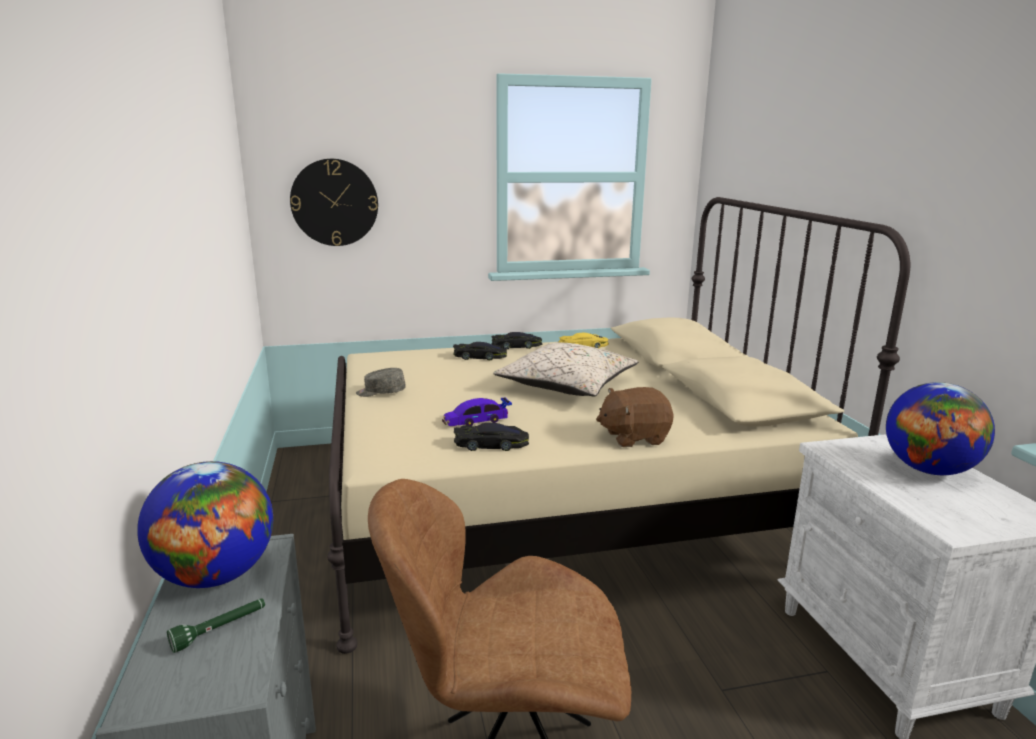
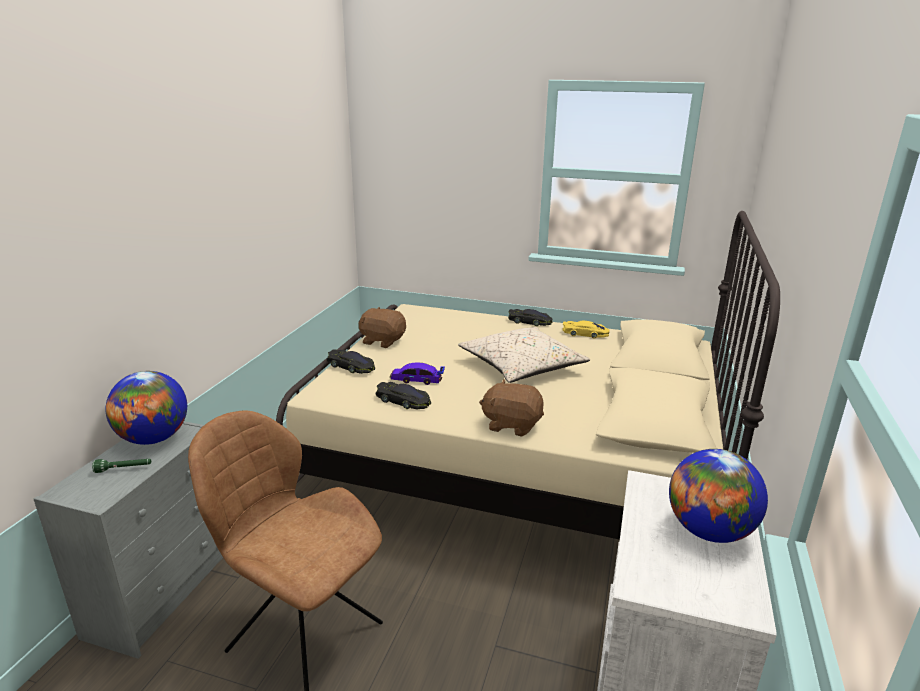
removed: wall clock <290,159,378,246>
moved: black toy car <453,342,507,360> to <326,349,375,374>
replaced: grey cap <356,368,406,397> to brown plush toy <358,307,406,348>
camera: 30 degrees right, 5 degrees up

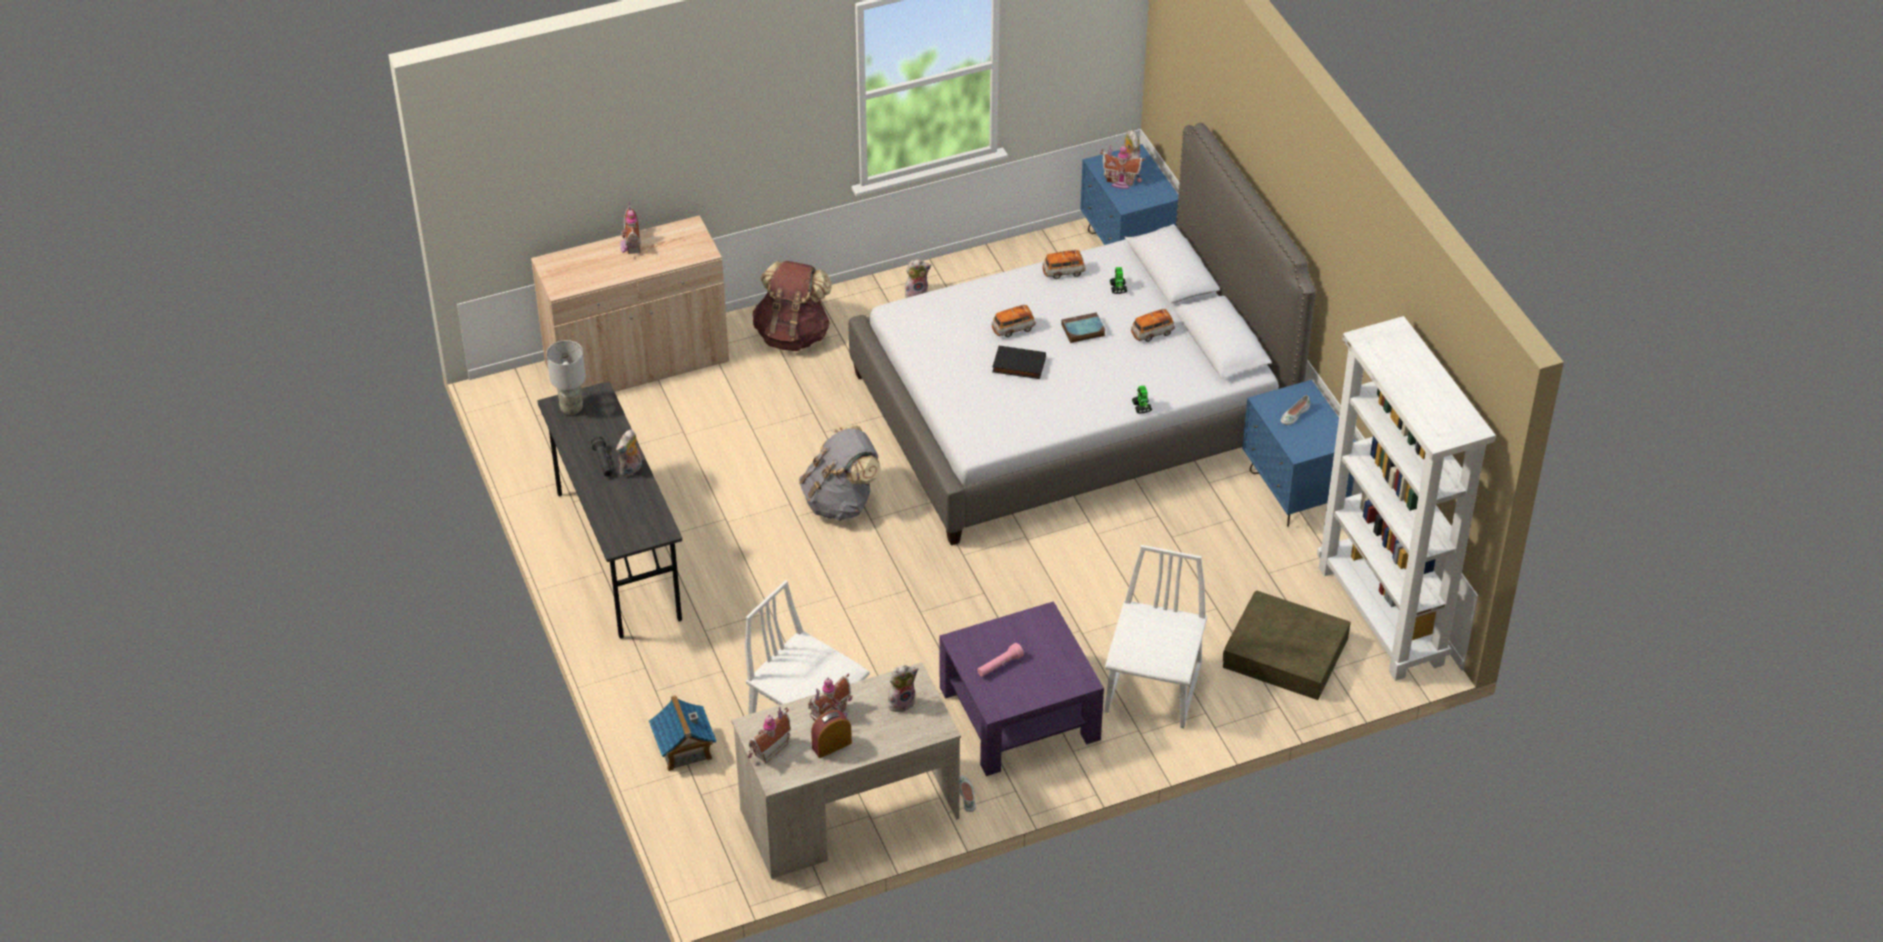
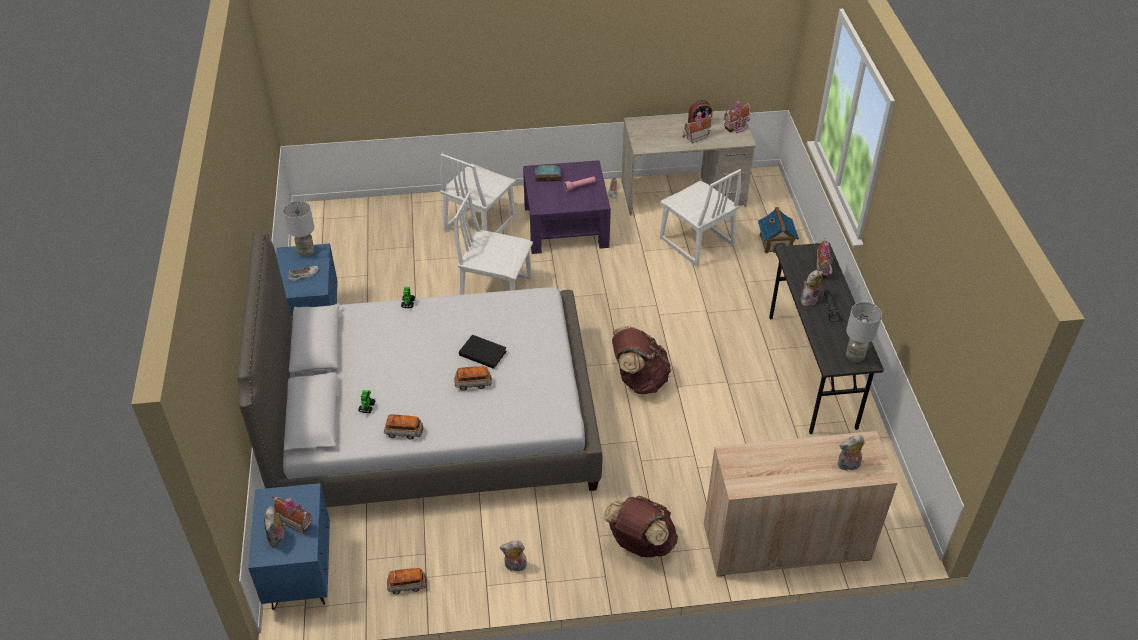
removed: brown storage box <1223,591,1351,700>; white bookcase <1317,316,1496,681>
added: grey table lamp <283,201,314,257>; white chair <454,192,533,295>
moved: toy house <620,201,641,254> to <817,238,833,278>; plush toy <888,665,918,714> to <838,435,865,471>; book <1061,312,1105,343> to <535,165,561,181>; toy car <1131,309,1175,342> to <387,568,427,594>
recoloured: grey backpack <799,425,881,521> to brown backpack <612,325,671,394>
camera: 165 degrees left, 0 degrees up

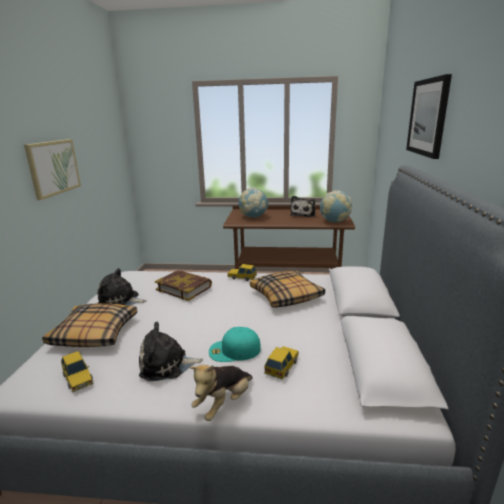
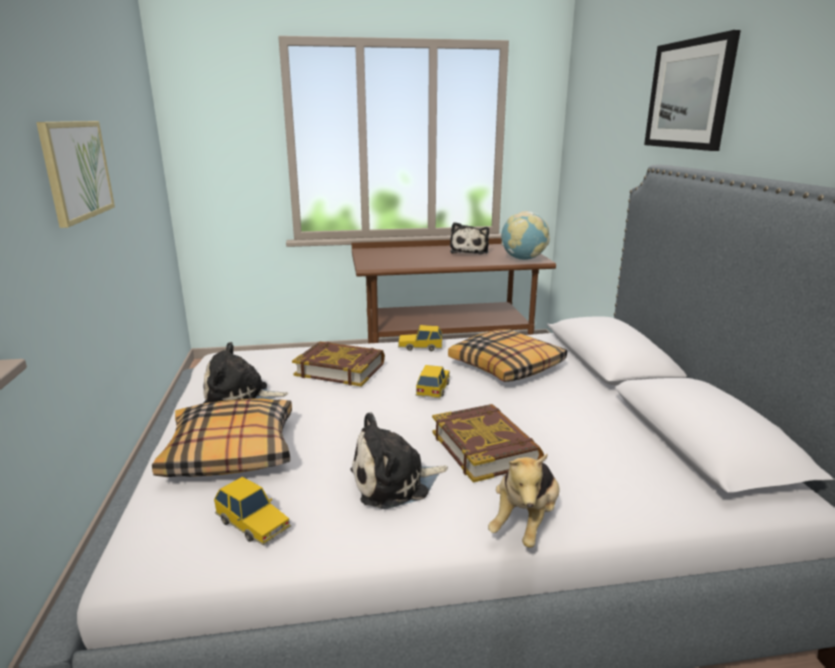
removed: globe <239,188,268,218>
moved: toy car <264,346,299,380> to <416,365,450,398>
replaced: turquoise cap <209,327,261,362> to book <432,404,544,483>
camera: 15 degrees left, 0 degrees up

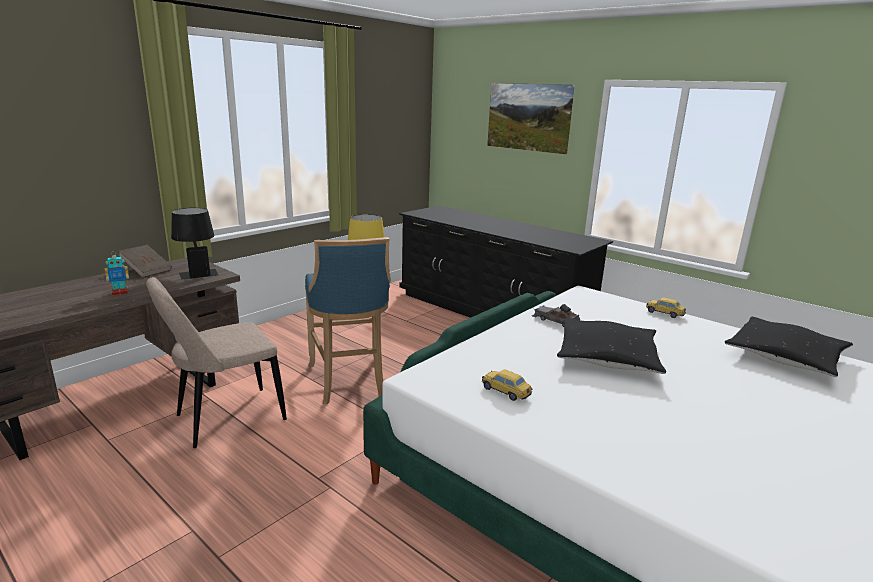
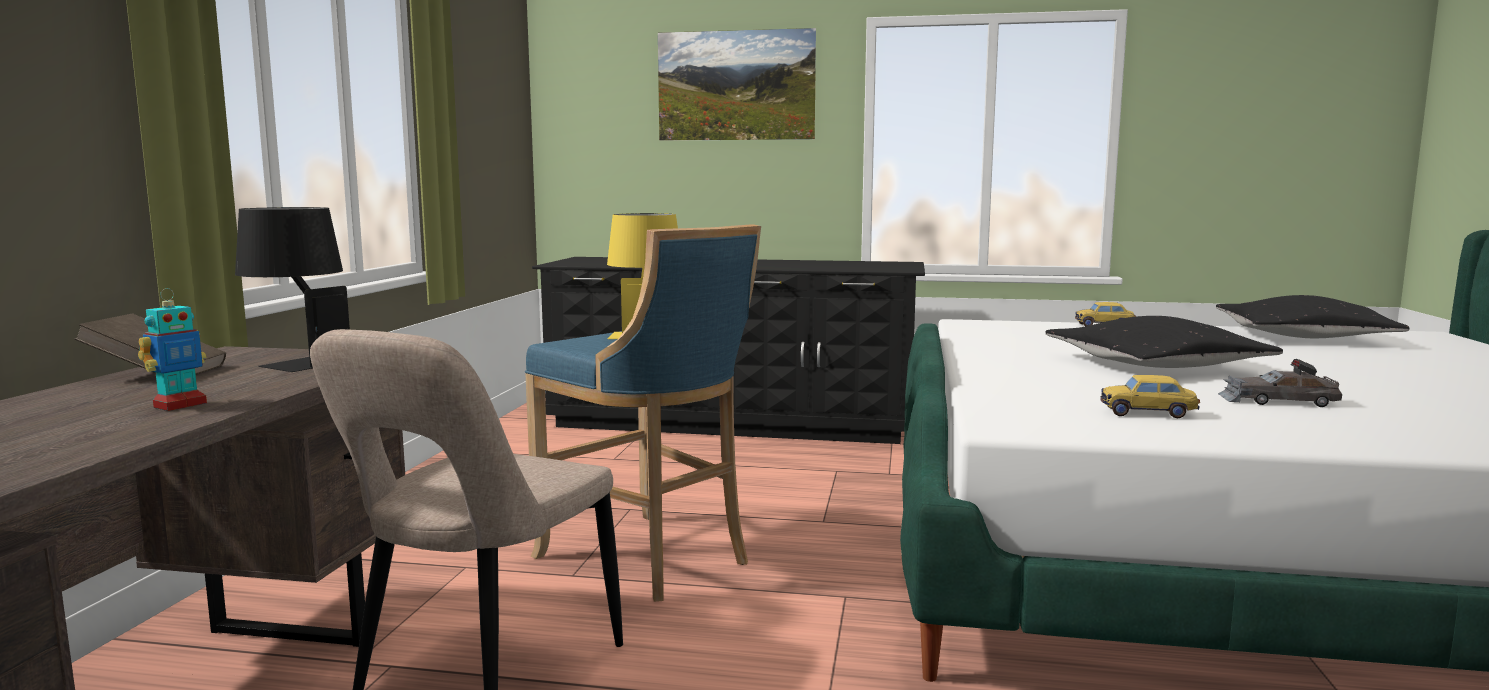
moved: grey toy car <532,304,580,327> to <1218,359,1342,407>
camera: 30 degrees left, 10 degrees down

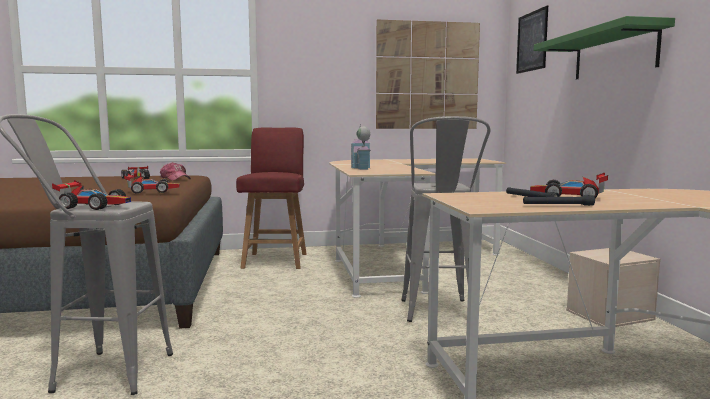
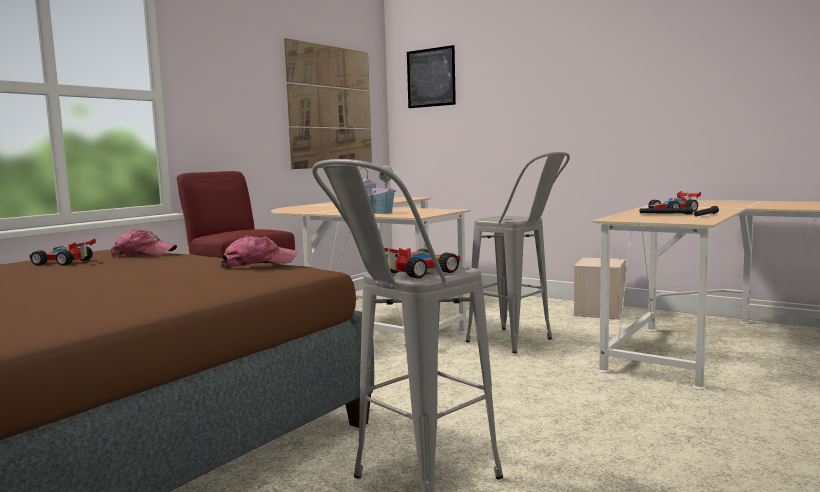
removed: green shelf <533,16,675,80>
replaced: toy car <124,174,180,194> to cap <220,236,297,268>
camera: 45 degrees left, 0 degrees up

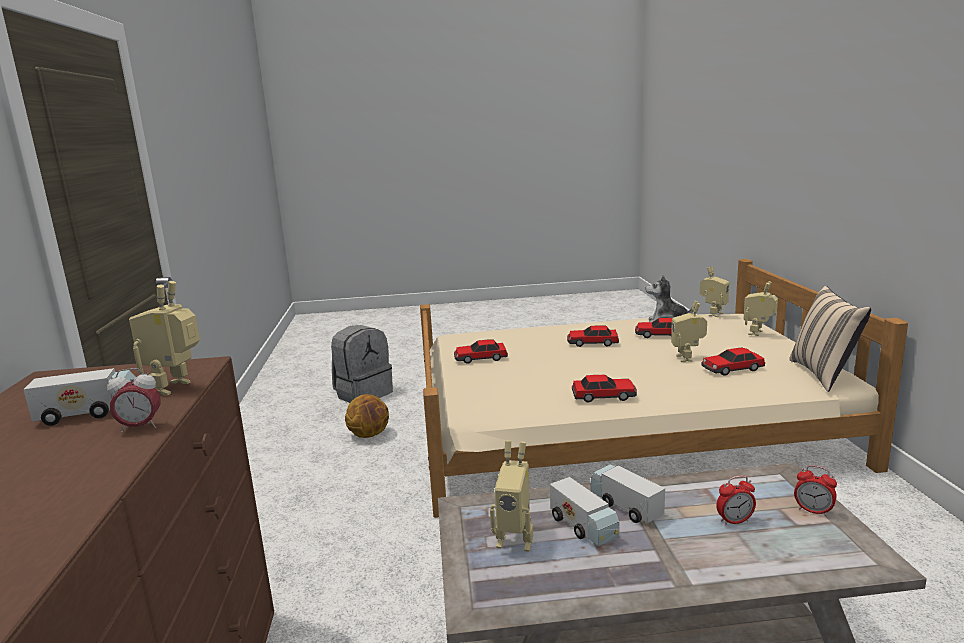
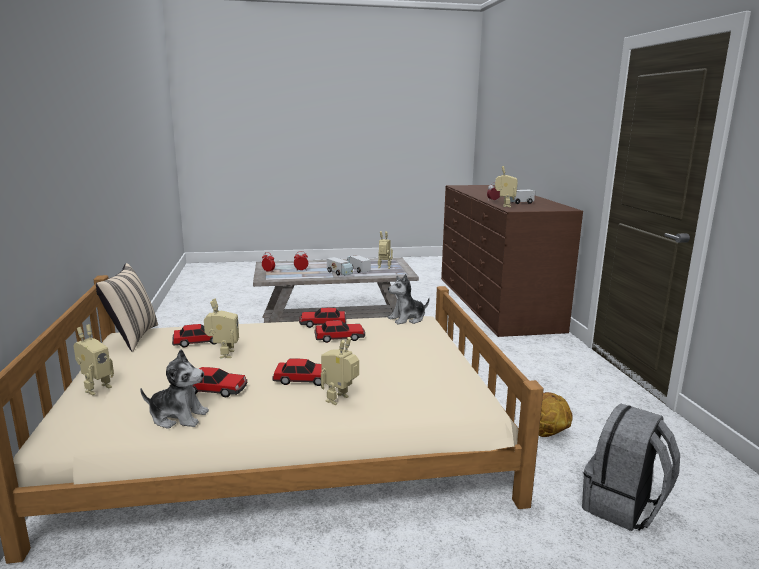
added: plush toy <388,274,430,324>
moved: toy car <454,339,508,364> to <314,320,365,343>; toy robot <700,266,730,317> to <321,337,359,405>
camera: 175 degrees right, 0 degrees up

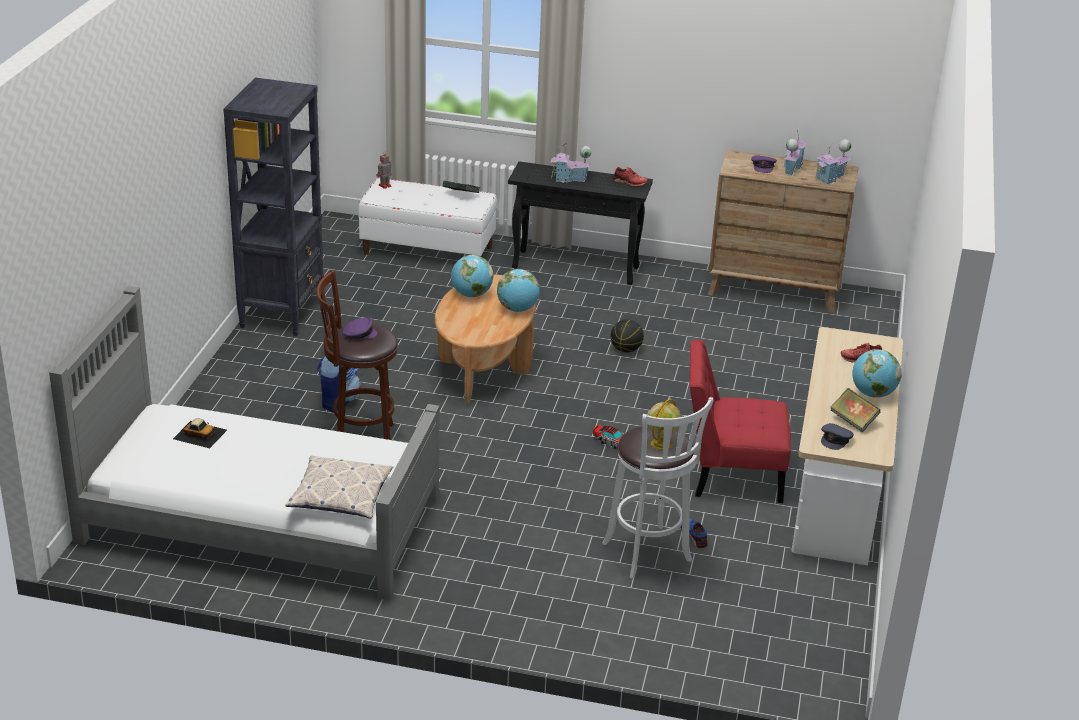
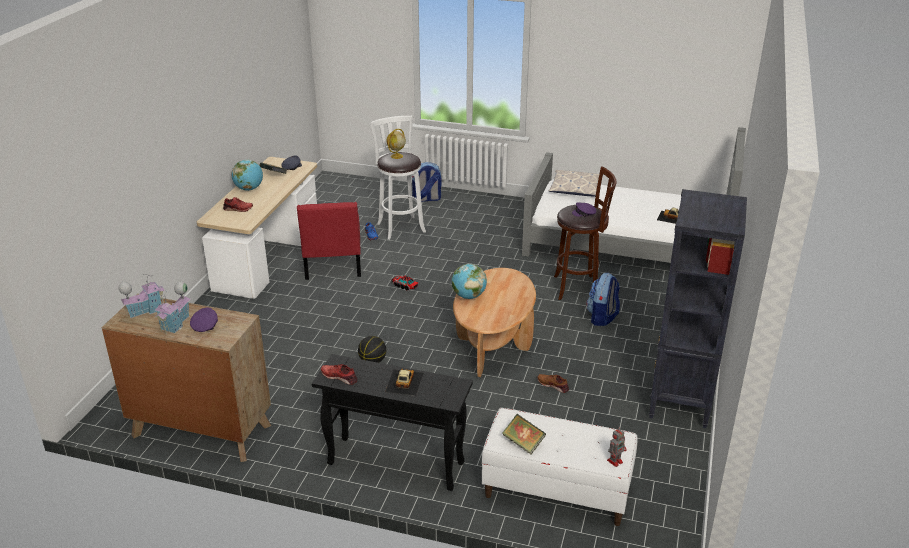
removed: globe <451,255,493,297>
added: backpack <412,162,442,202>; brown shoe <538,374,569,393>
replaced: toy house <550,143,591,183> to toy car <385,368,424,396>
turned: red chair <690,340,791,503> = <297,202,361,280> 75 degrees clockwise
camera: 175 degrees left, 0 degrees up

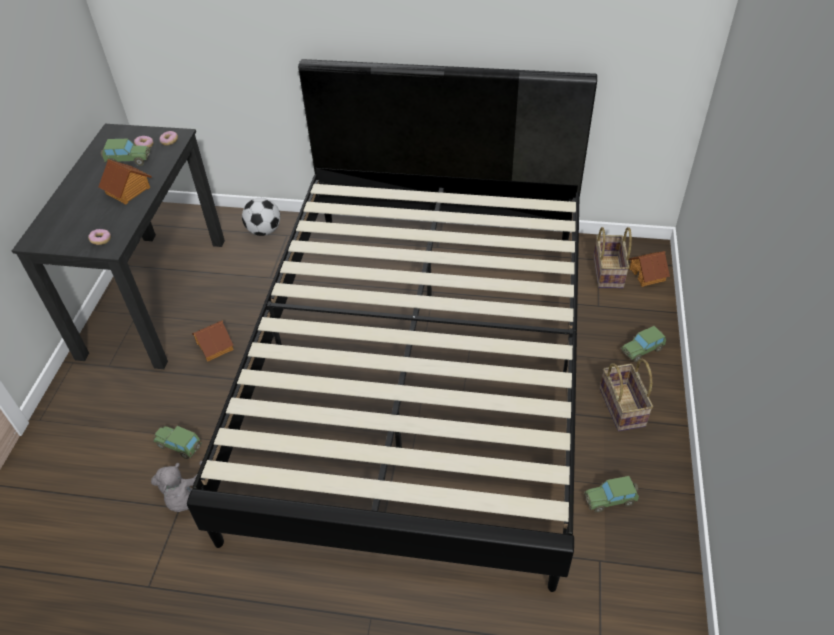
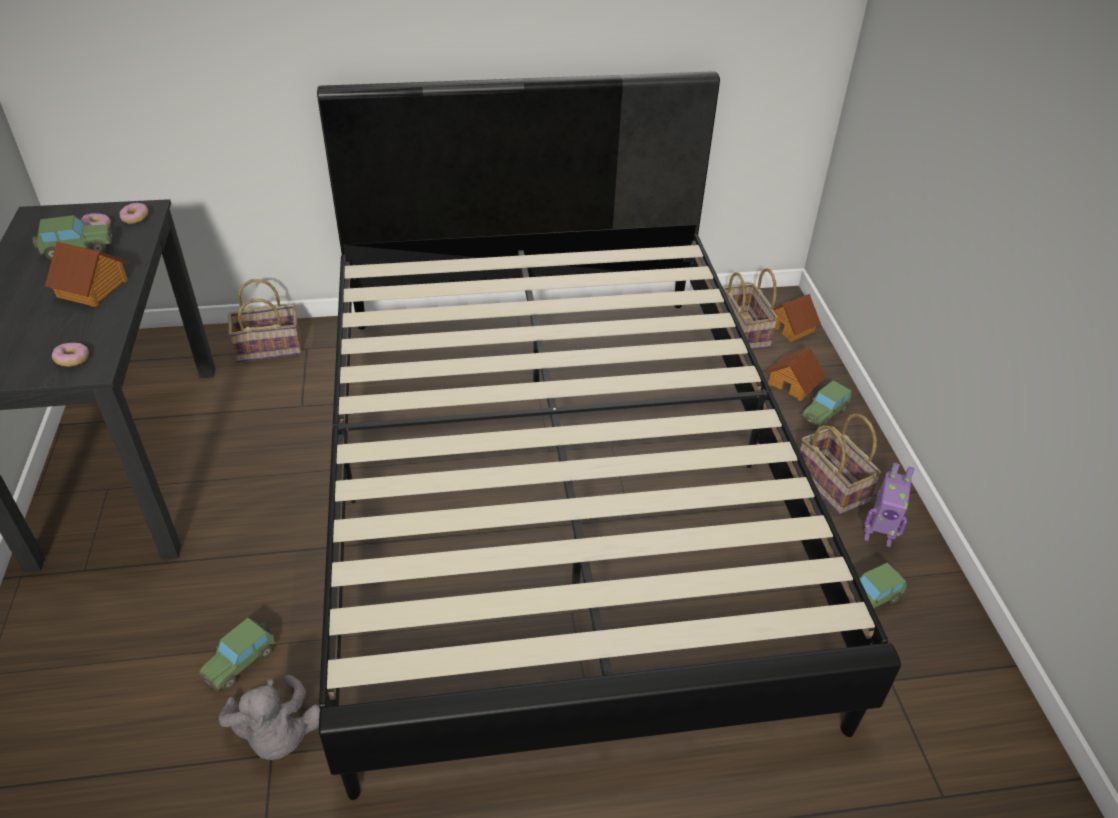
added: toy robot <864,463,914,547>
moved: toy house <192,320,234,362> to <765,346,826,401>
replaced: football <242,198,280,236> to basket <228,279,302,363>
turned: toy car <153,426,202,459> = <198,618,276,691> 60 degrees counterclockwise
camera: 20 degrees left, 5 degrees down

